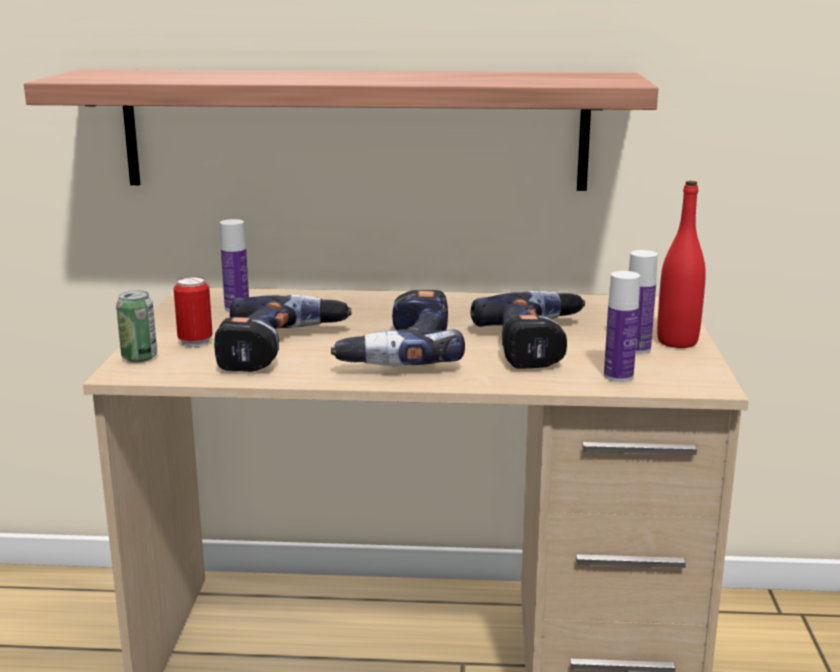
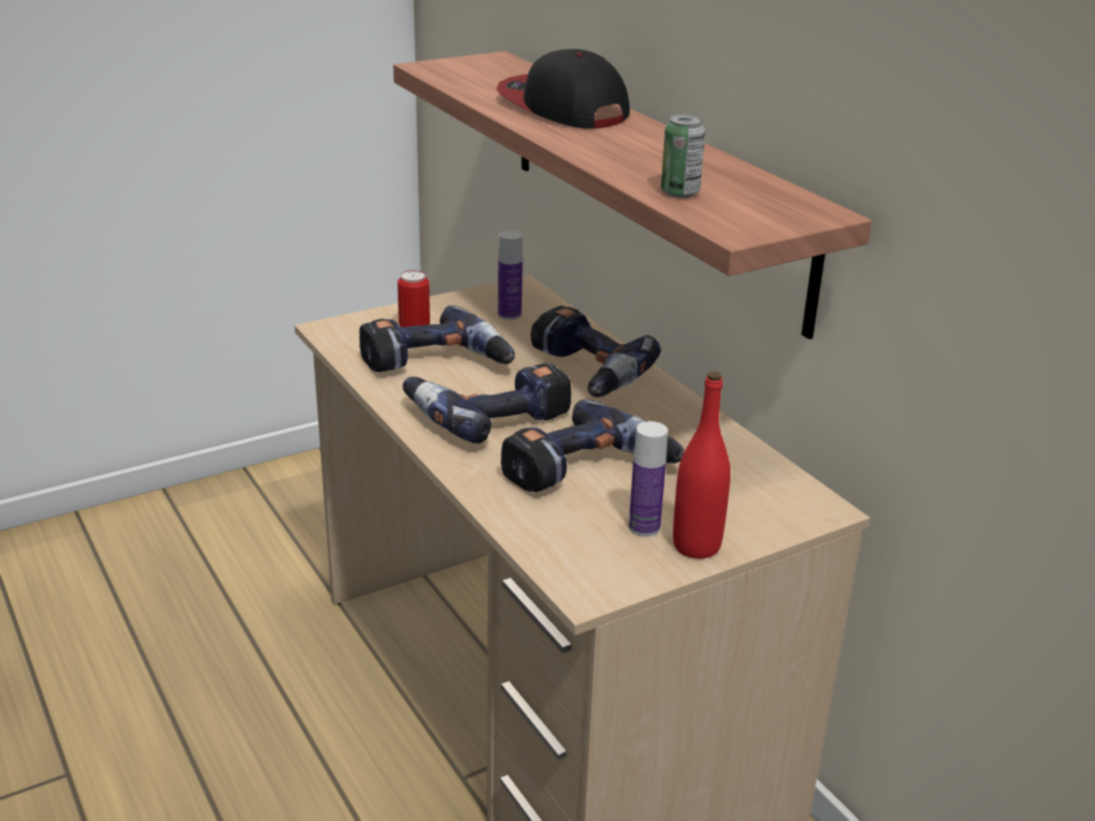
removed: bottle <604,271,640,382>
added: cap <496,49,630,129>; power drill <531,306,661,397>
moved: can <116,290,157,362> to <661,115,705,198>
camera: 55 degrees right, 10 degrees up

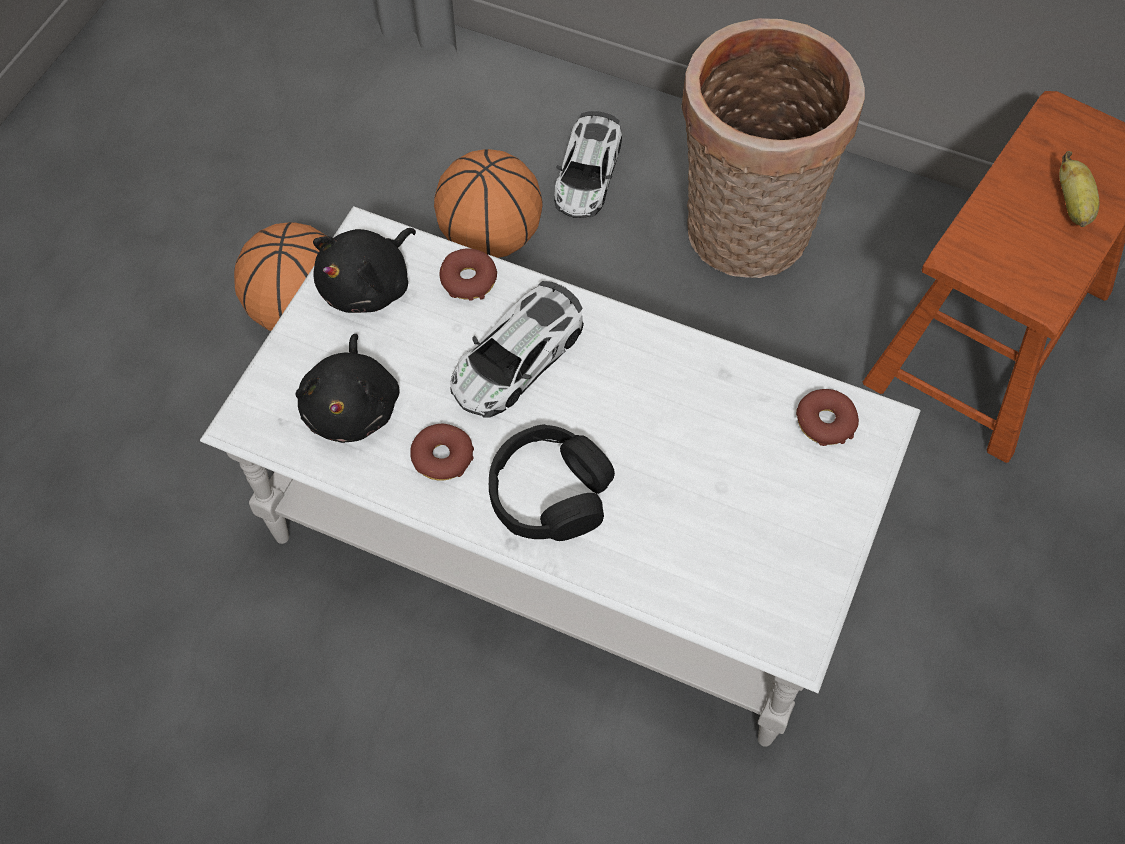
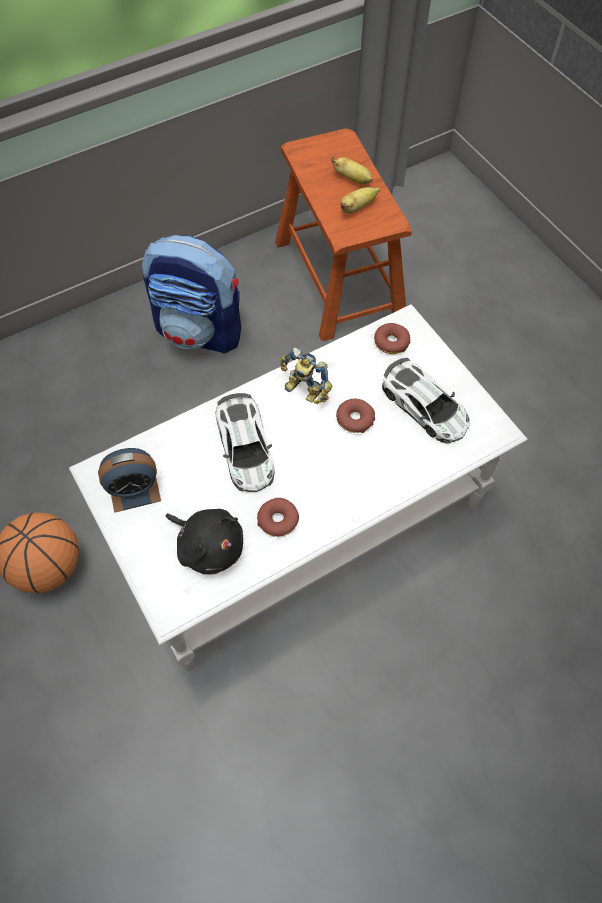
removed: basketball <434,149,543,258>; black headphones <489,424,615,541>
added: toy robot <280,347,332,404>; banana <340,187,380,213>
moved: donut <440,248,497,301> to <336,399,375,433>; toy car <554,111,622,218> to <382,358,470,444>
replaced: black plush toy <313,228,416,313> to alarm clock <98,448,161,513>; basket <681,18,865,278> to backpack <142,235,241,354>
camera: 55 degrees left, 0 degrees up

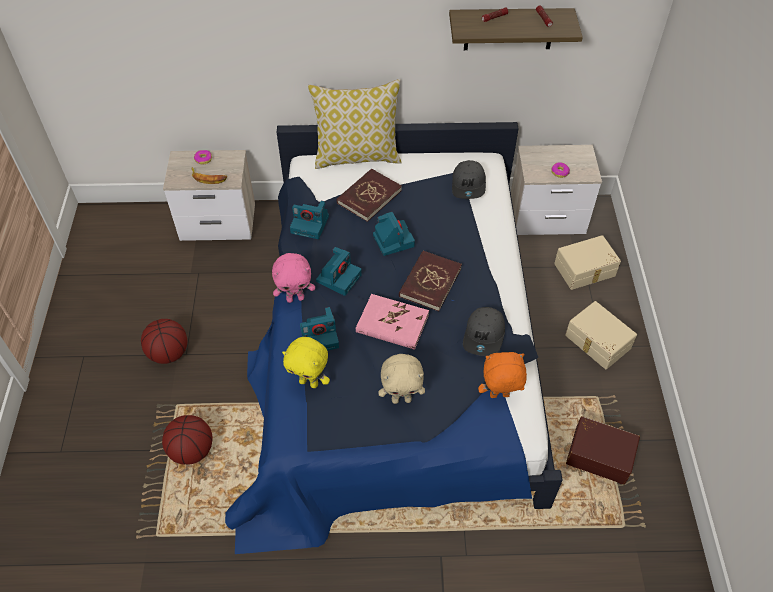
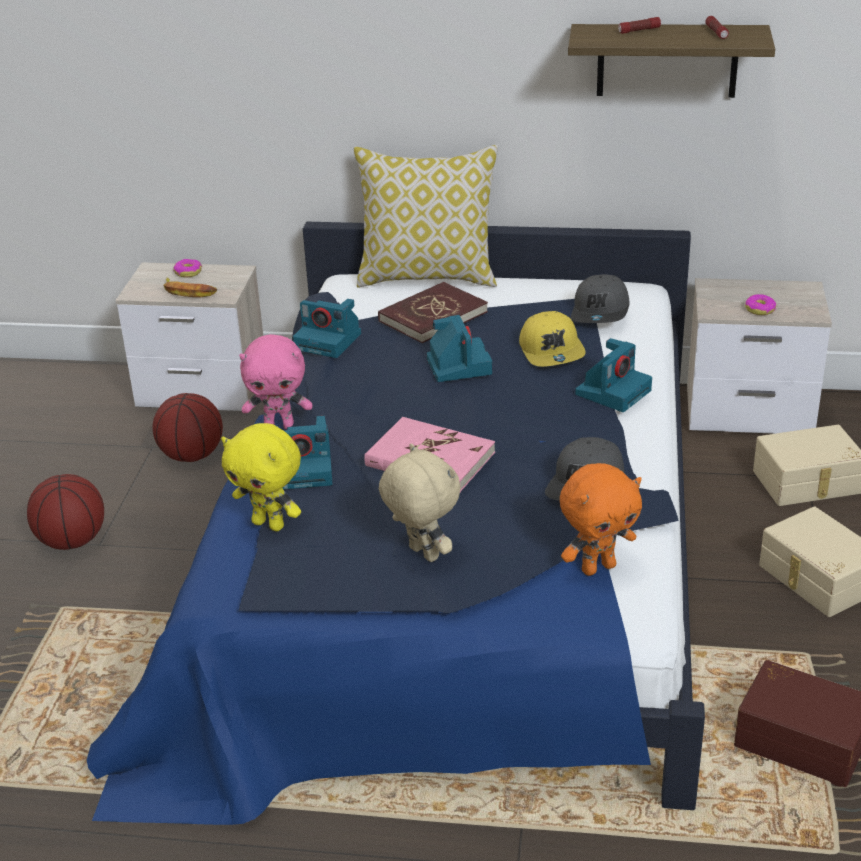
removed: red book <399,250,462,311>
added: yellow cap <519,311,586,367>
moved: basketball <162,415,212,465> to <153,393,223,462>; photo camera <316,247,362,296> to <575,338,652,412>
turned: beige plush toy <378,354,425,404> = <379,443,461,562> 135 degrees counterclockwise; orange plush toy <478,352,527,398> = <560,463,642,576> 150 degrees clockwise
camera: 10 degrees right, 20 degrees down

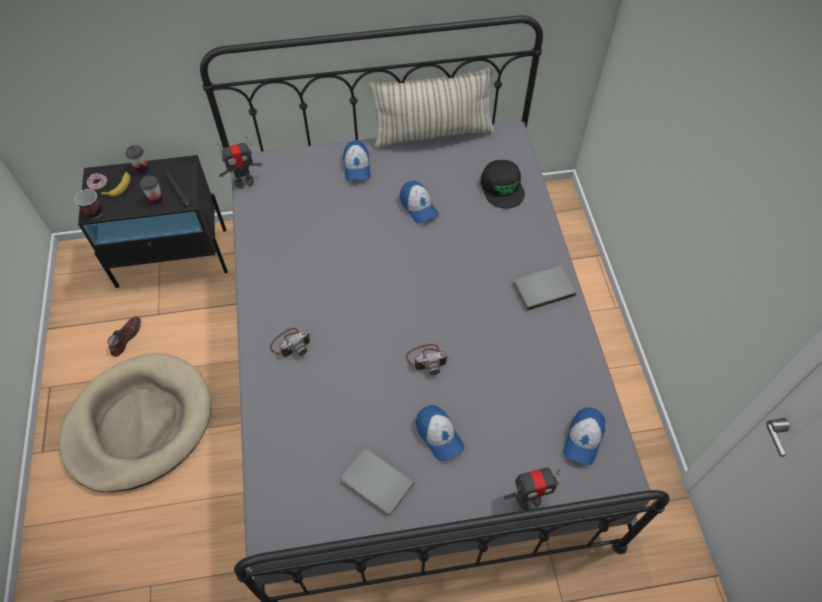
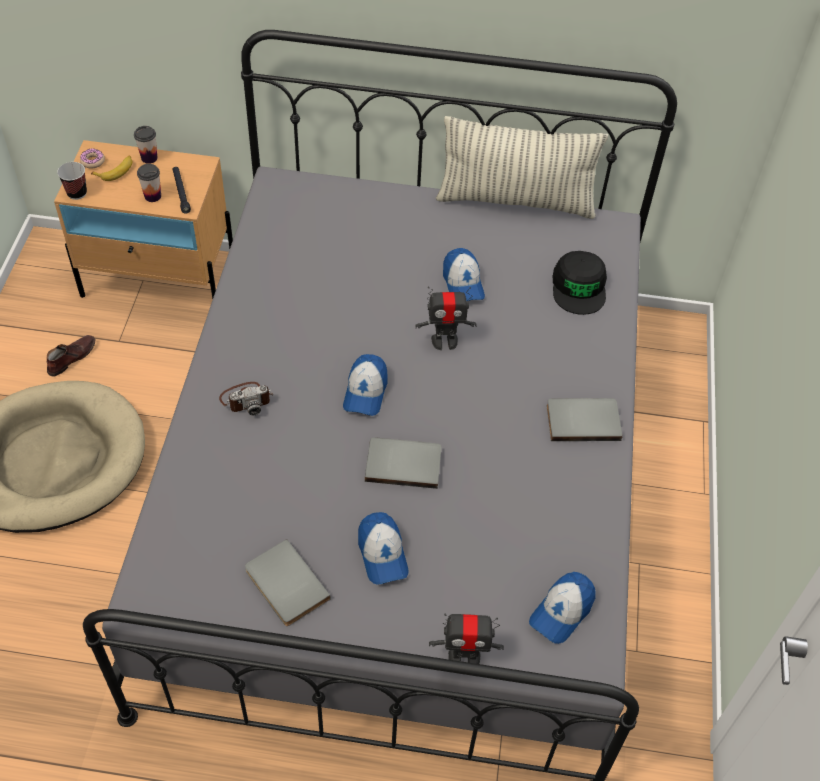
moved: toy robot <216,137,263,189> to <415,286,477,350>; cap <343,140,371,181> to <343,354,388,416>
replaced: photo camera <406,344,450,375> to grey book <365,437,442,489>
recoloured: black nightstand <78,155,228,288> to beige nightstand <54,140,233,299>
camera: 15 degrees right, 5 degrees down

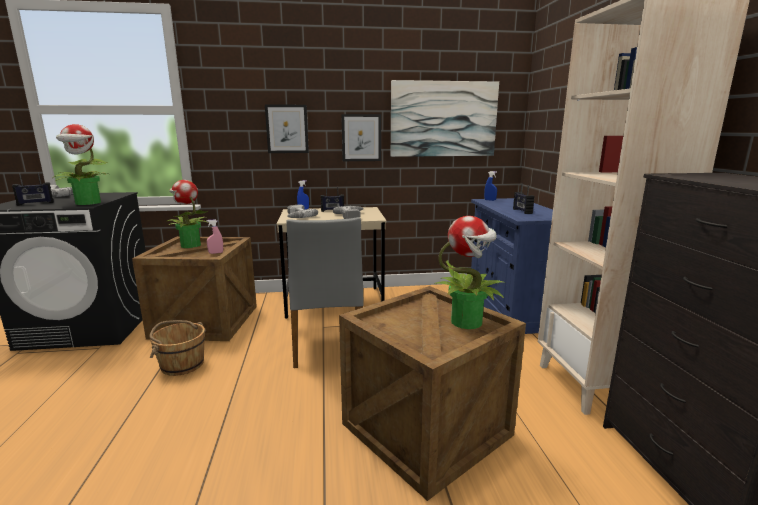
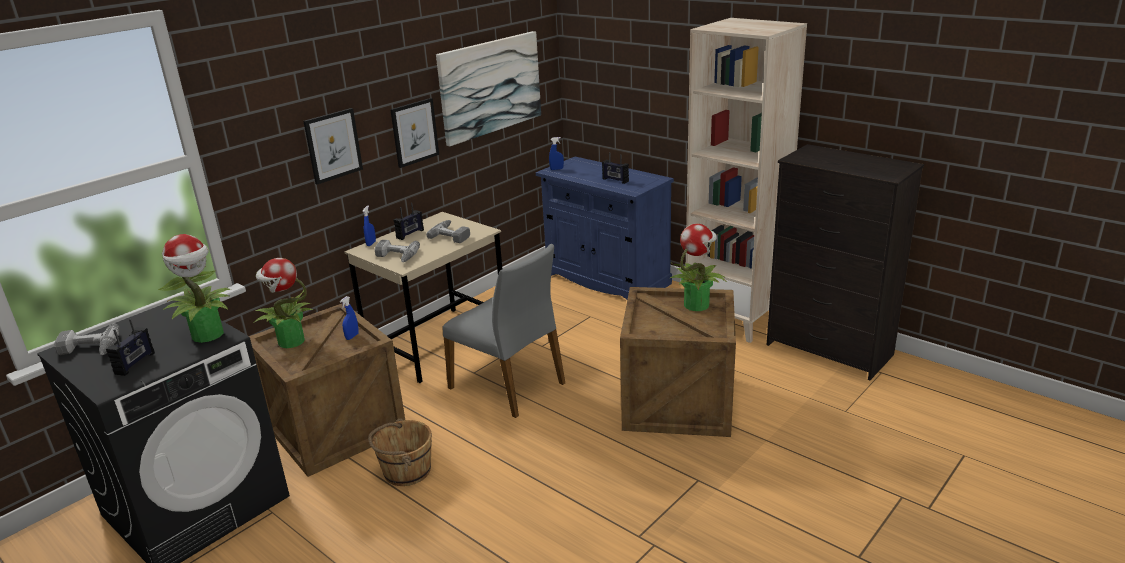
recoloured: pink spray bottle <206,219,223,254> to blue spray bottle <340,296,359,340>
camera: 40 degrees left, 10 degrees up

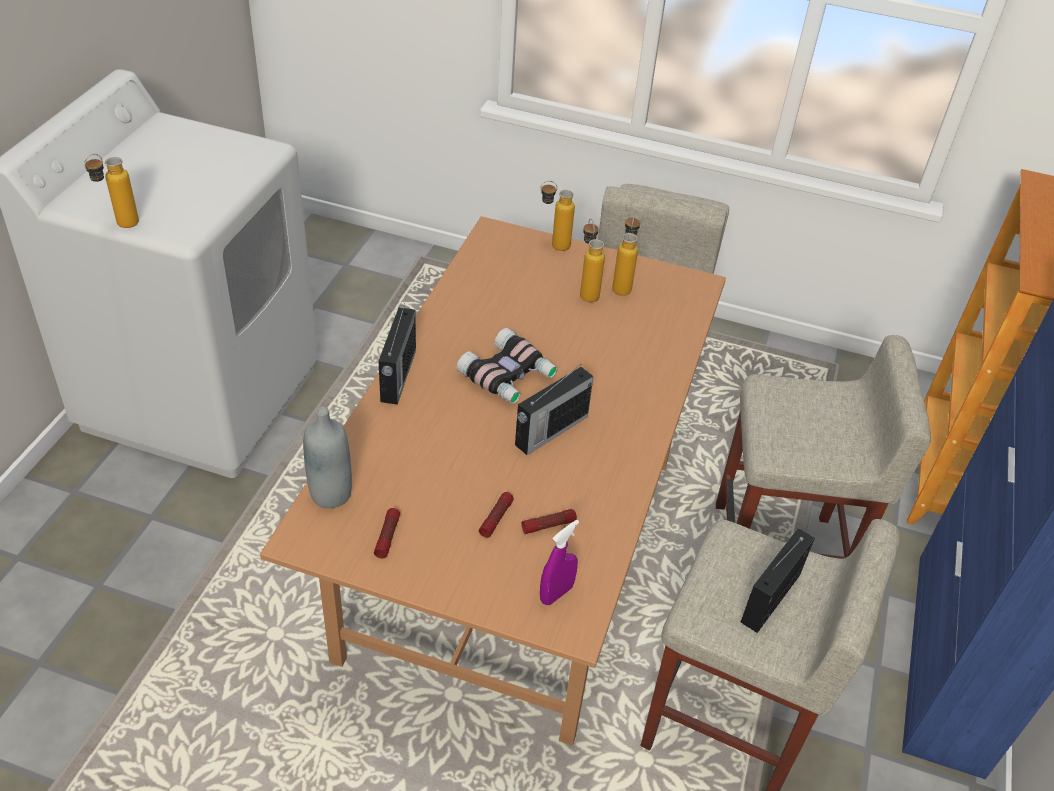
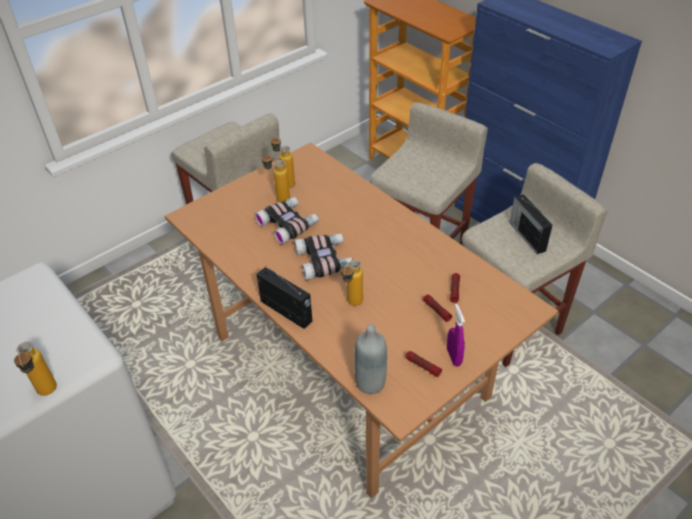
removed: radio <515,365,594,455>
added: binoculars <255,197,319,245>
moved: bottle <540,181,575,251> to <341,260,363,306>; purple spray bottle <540,520,579,605> to <447,304,465,366>
camera: 55 degrees left, 0 degrees up

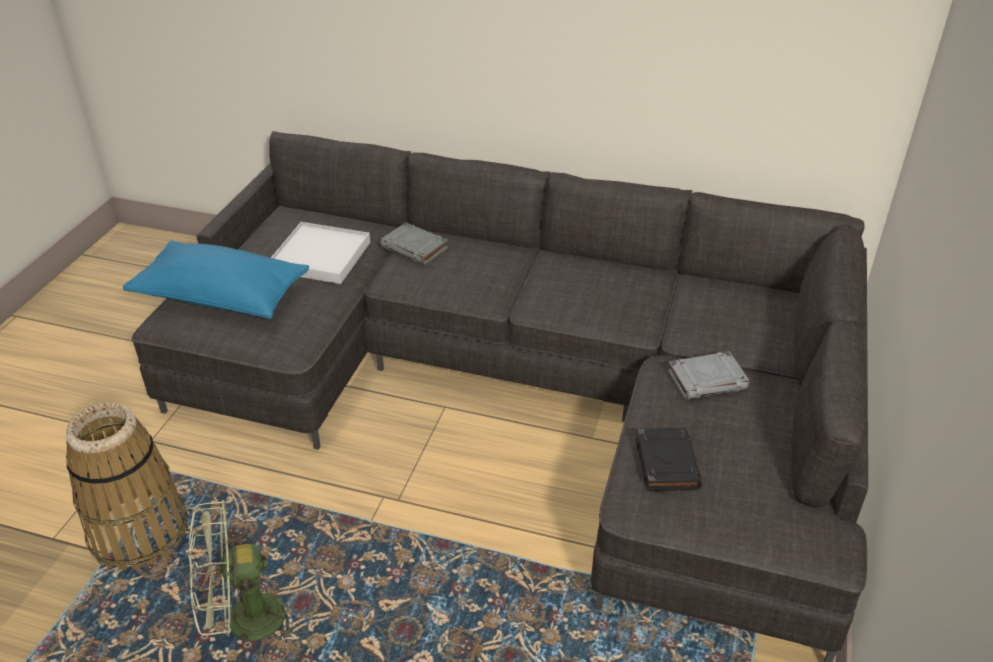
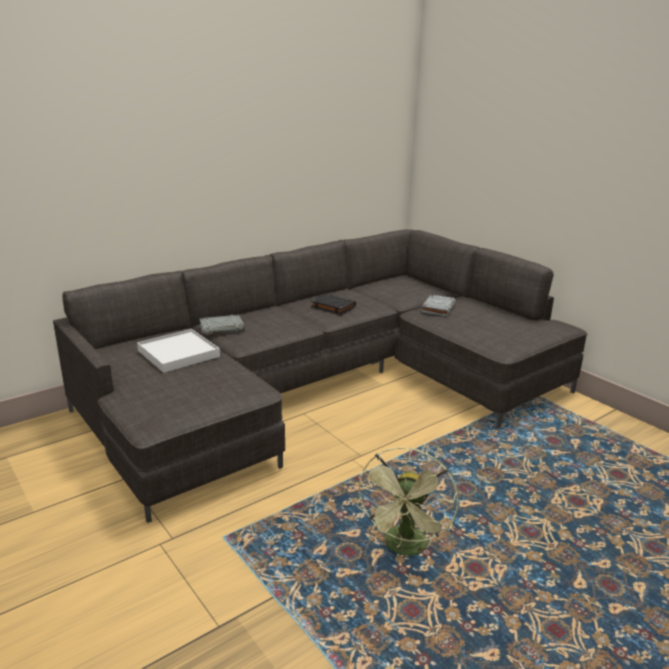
removed: basket <66,402,188,570>; blue pillow <123,241,309,319>
moved: black book <636,427,702,491> to <311,294,356,315>
camera: 55 degrees left, 15 degrees down

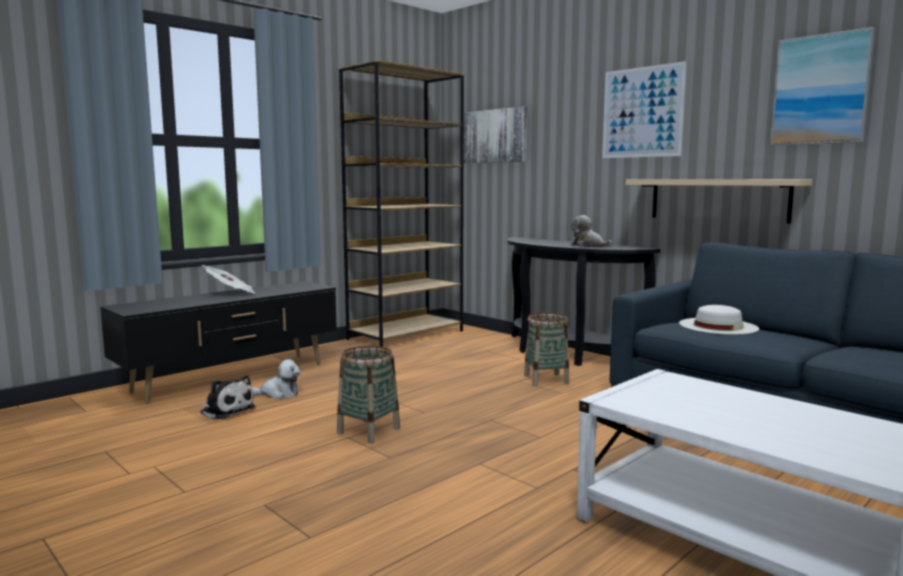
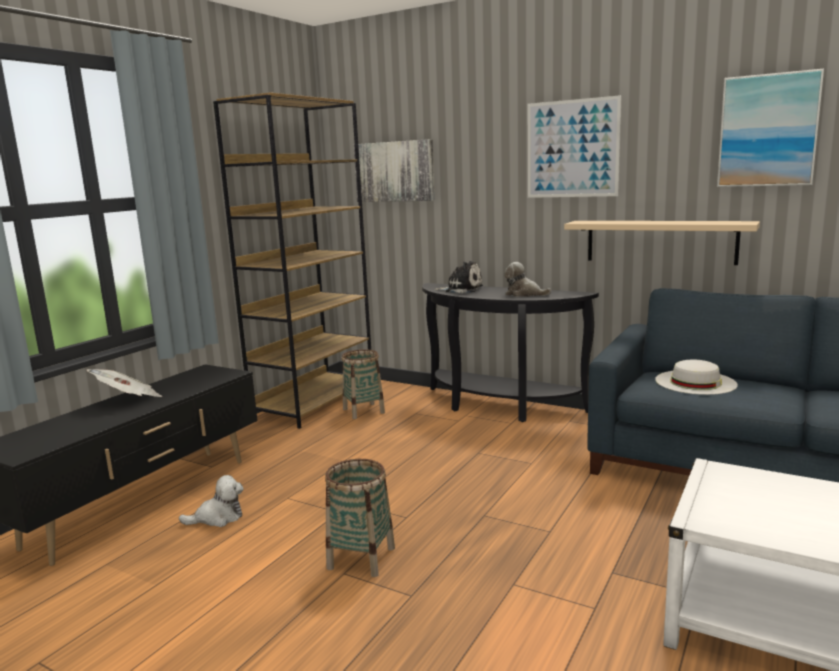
moved: plush toy <200,375,255,419> to <434,261,483,293>; basket <524,312,569,386> to <342,349,385,419>
camera: 15 degrees left, 5 degrees up

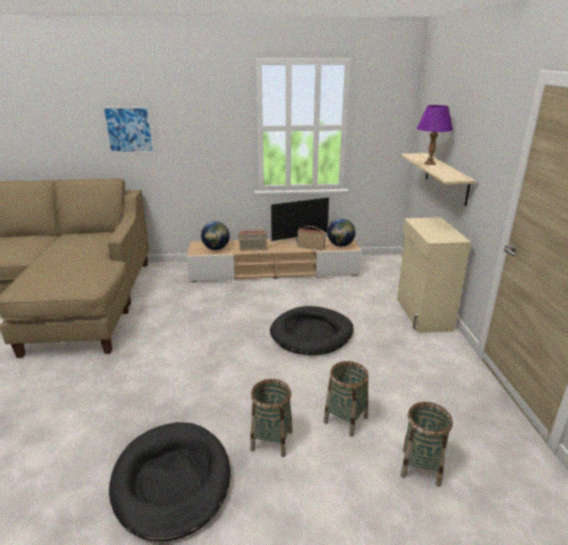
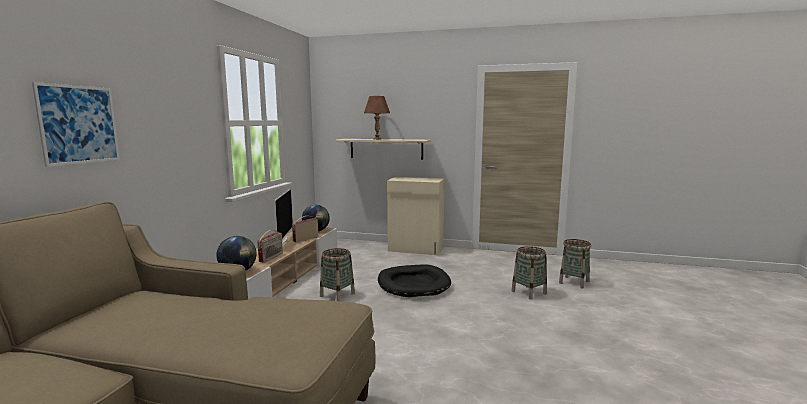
removed: black dog bed <109,422,230,542>
moved: basket <250,379,292,457> to <320,248,355,301>
recoloured: purple table lamp <417,105,453,165> to brown table lamp <364,96,390,140>
camera: 70 degrees left, 15 degrees down

